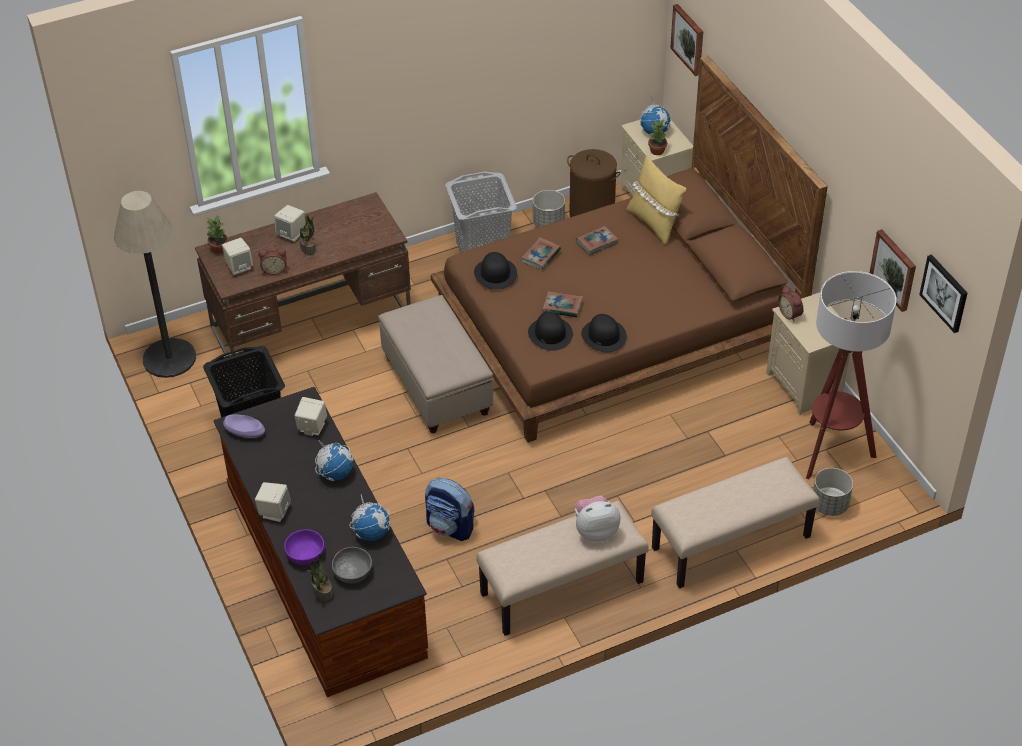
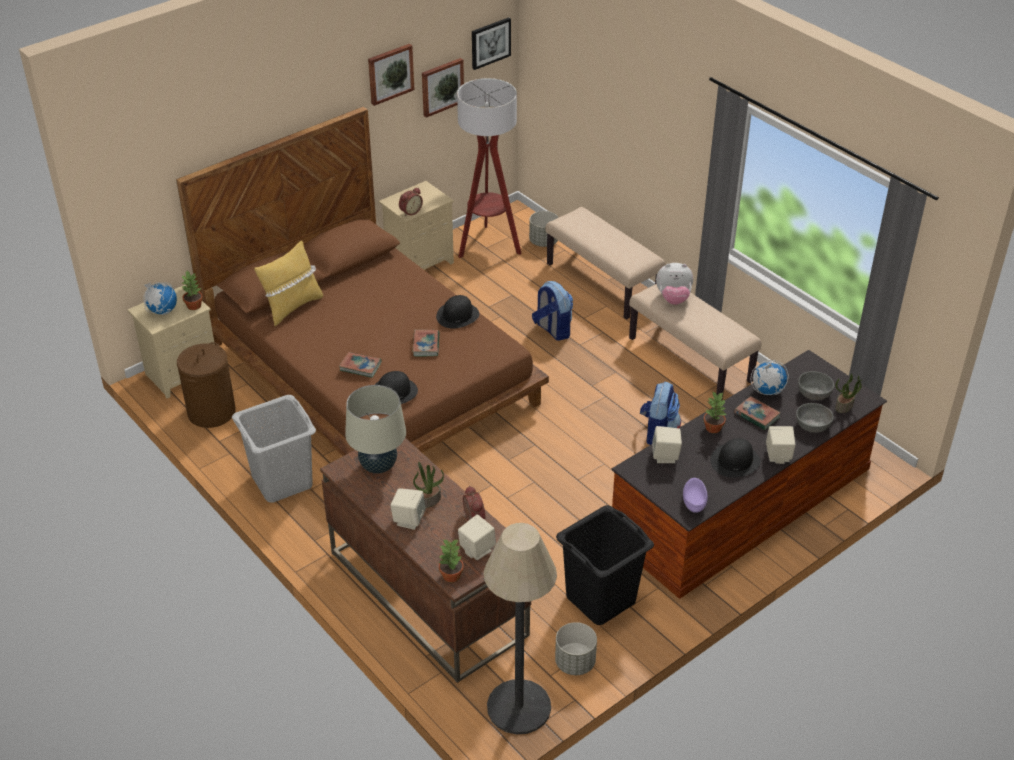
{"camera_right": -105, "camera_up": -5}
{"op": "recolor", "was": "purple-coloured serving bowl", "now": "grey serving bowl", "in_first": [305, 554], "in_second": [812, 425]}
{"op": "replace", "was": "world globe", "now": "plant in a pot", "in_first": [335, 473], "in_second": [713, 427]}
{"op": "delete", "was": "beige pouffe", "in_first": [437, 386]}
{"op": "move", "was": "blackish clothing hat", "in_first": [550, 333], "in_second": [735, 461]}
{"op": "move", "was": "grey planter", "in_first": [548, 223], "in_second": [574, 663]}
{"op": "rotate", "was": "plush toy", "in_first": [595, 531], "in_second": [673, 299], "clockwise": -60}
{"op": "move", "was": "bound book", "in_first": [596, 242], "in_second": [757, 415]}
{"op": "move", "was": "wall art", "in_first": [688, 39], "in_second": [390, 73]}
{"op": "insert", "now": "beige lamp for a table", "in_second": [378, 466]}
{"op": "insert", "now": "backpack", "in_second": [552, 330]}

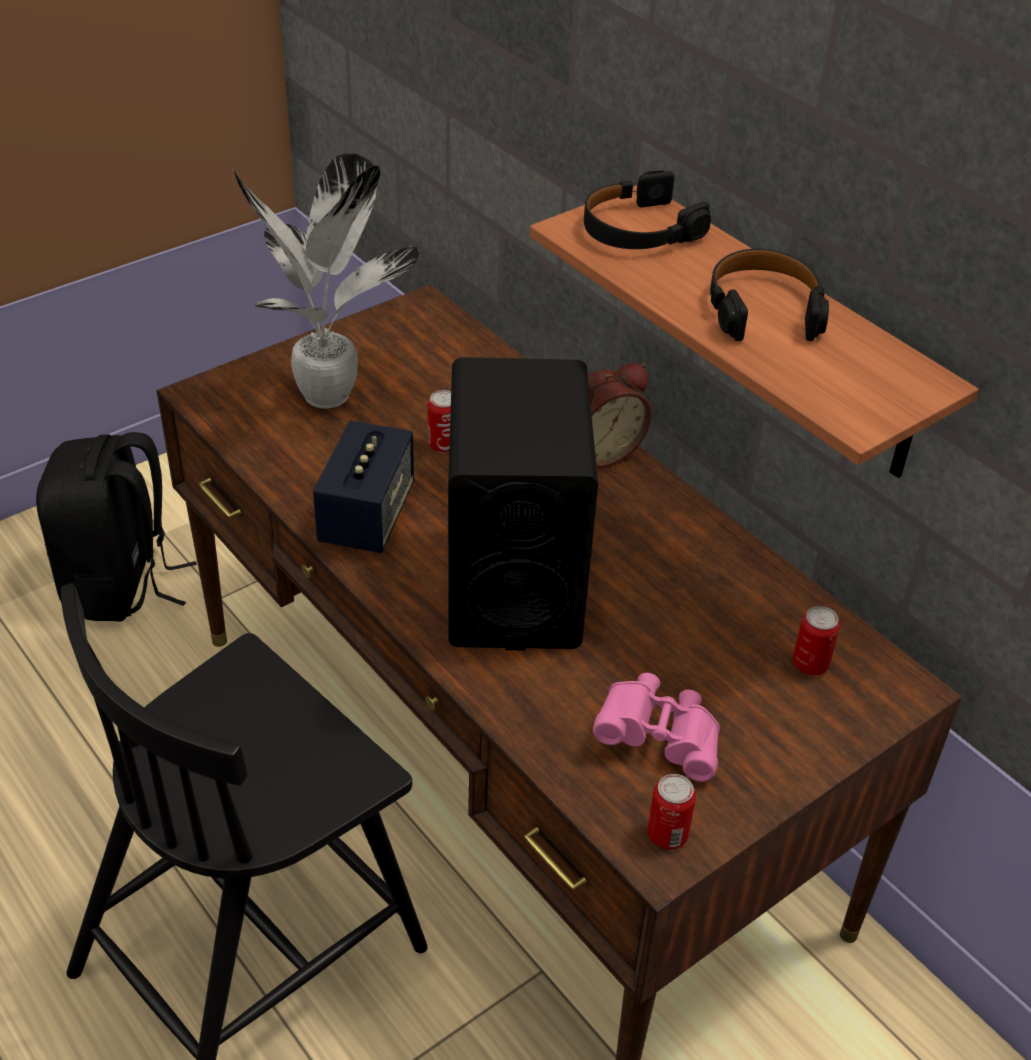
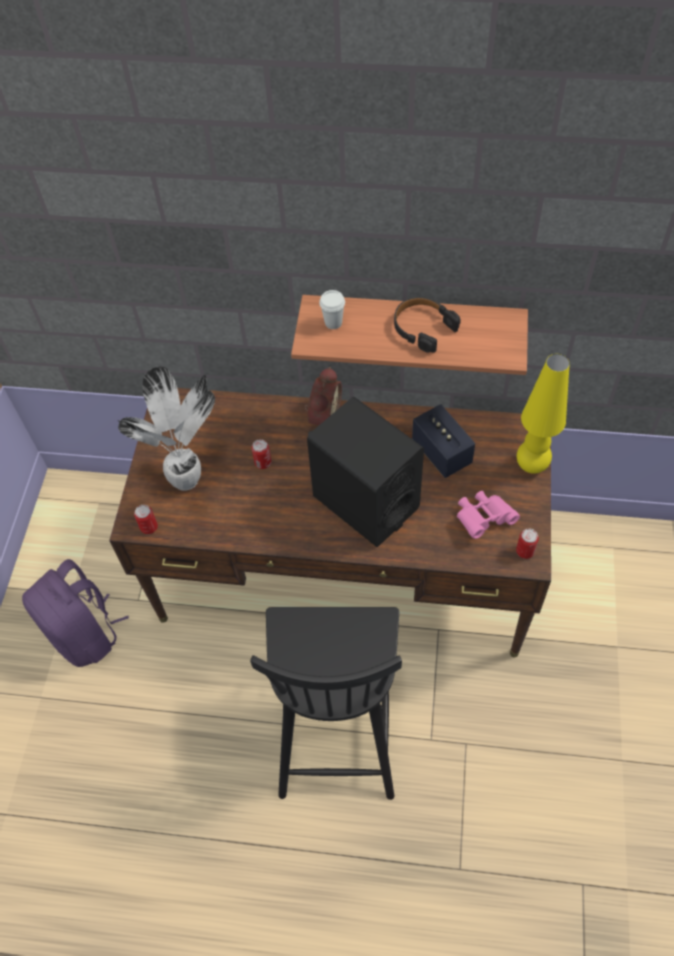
{"camera_right": -40, "camera_up": 15}
{"op": "recolor", "was": "blackish backpack", "now": "purple-coloured backpack", "in_first": [121, 585], "in_second": [85, 634]}
{"op": "move", "was": "loudspeaker", "in_first": [367, 516], "in_second": [441, 452]}
{"op": "replace", "was": "blackish headphones", "now": "white small cup", "in_first": [639, 229], "in_second": [333, 323]}
{"op": "move", "was": "can", "in_first": [810, 664], "in_second": [149, 527]}
{"op": "insert", "now": "yellow-coloured lamp for a table", "in_second": [531, 466]}

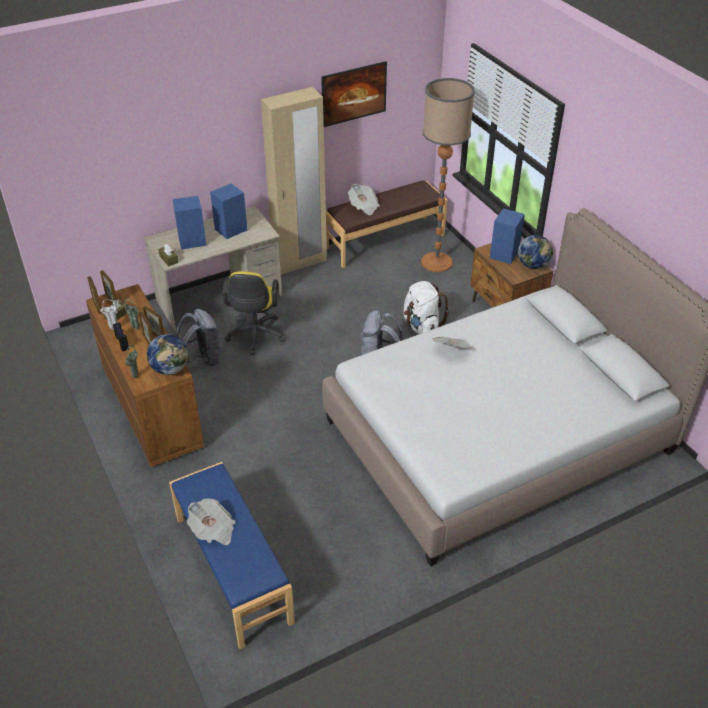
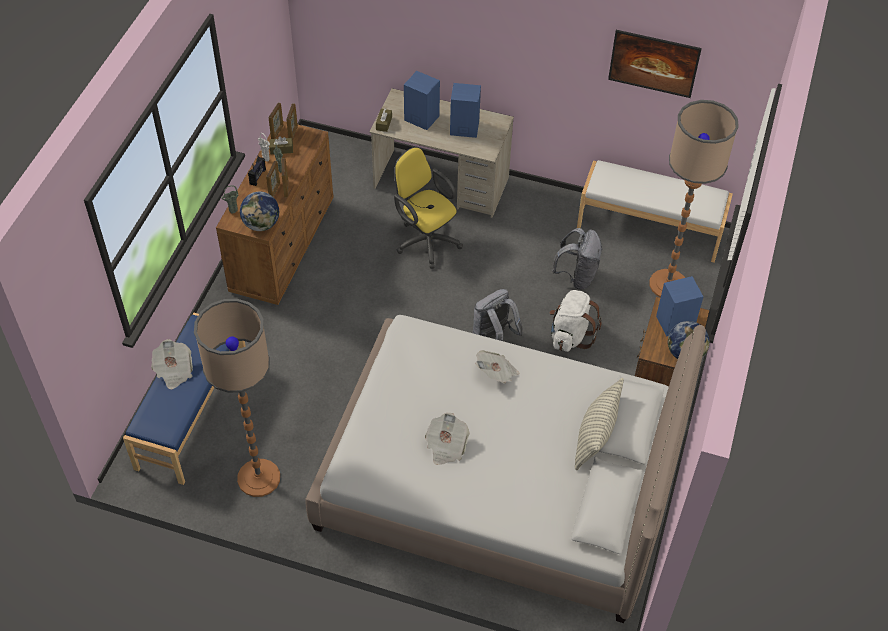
{"camera_right": 45, "camera_up": 10}
{"op": "move", "was": "grey backpack", "in_first": [203, 359], "in_second": [577, 276]}
{"op": "rotate", "was": "yellow-coloured office chair", "in_first": [255, 337], "in_second": [425, 240], "clockwise": 90}
{"op": "delete", "was": "beige wardrobe", "in_first": [300, 262]}
{"op": "recolor", "was": "brown indoor bench", "now": "white indoor bench", "in_first": [384, 241], "in_second": [650, 228]}
{"op": "move", "was": "newspaper", "in_first": [363, 207], "in_second": [446, 446]}
{"op": "insert", "now": "standard lamp", "in_second": [258, 478]}
{"op": "insert", "now": "throw pillow", "in_second": [595, 436]}

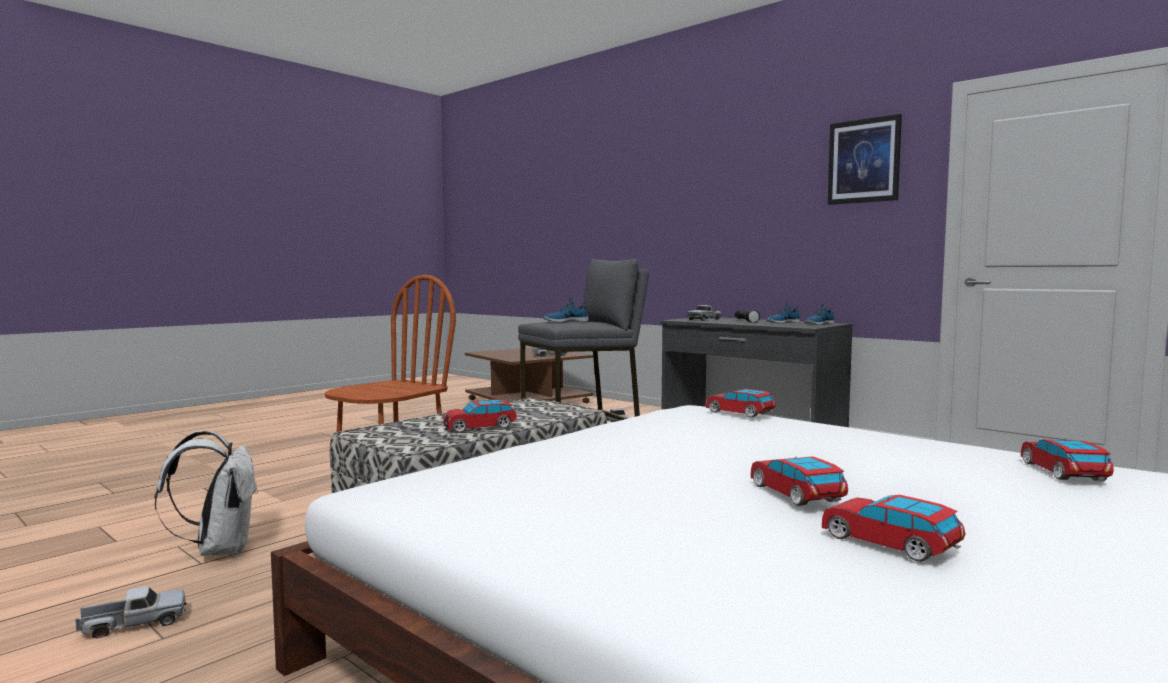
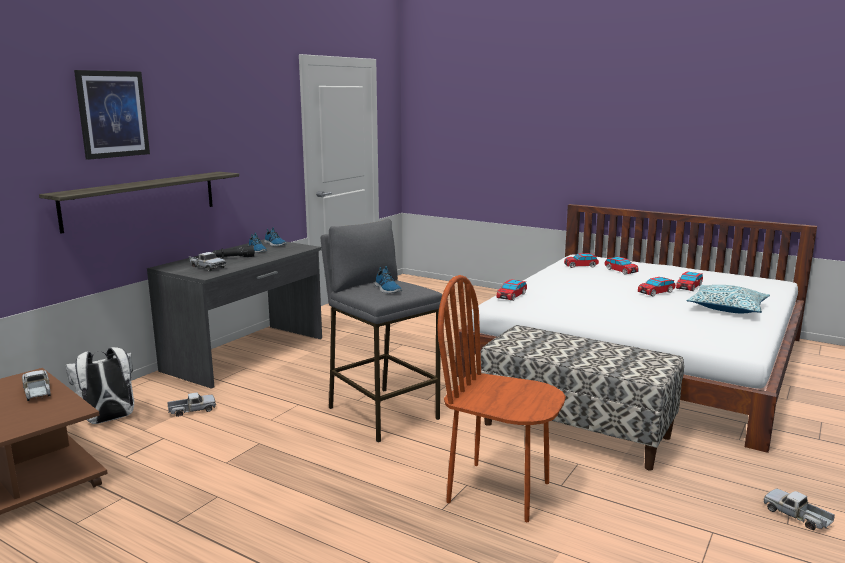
{"camera_right": -100, "camera_up": 10}
{"op": "move", "was": "white backpack", "in_first": [219, 550], "in_second": [108, 420]}
{"op": "move", "was": "toy car", "in_first": [480, 427], "in_second": [620, 271]}
{"op": "move", "was": "wall art", "in_first": [863, 161], "in_second": [113, 114]}
{"op": "insert", "now": "bracket shelf", "in_second": [141, 200]}
{"op": "insert", "now": "throw pillow", "in_second": [727, 308]}

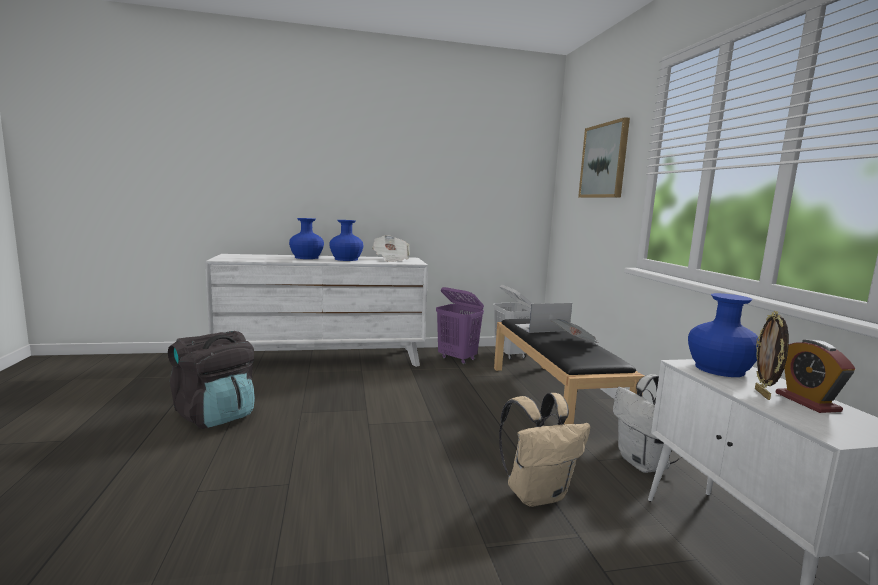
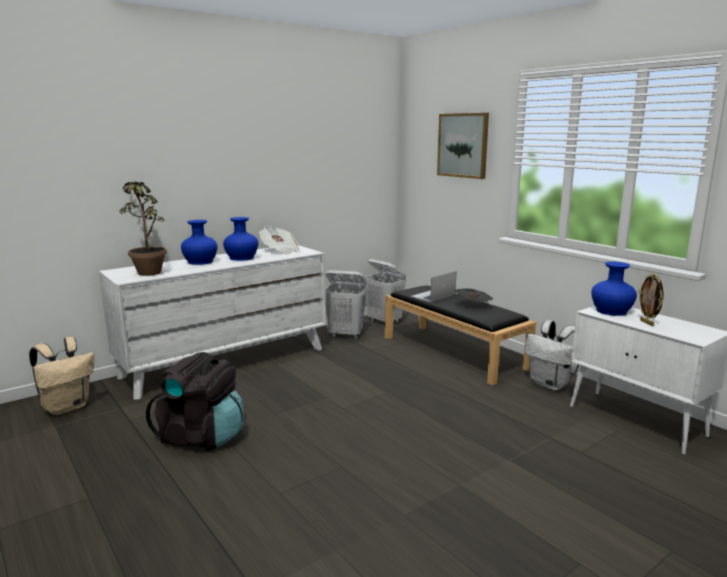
{"camera_right": -25, "camera_up": 5}
{"op": "recolor", "was": "purple-coloured laundry basket", "now": "white laundry basket", "in_first": [457, 359], "in_second": [346, 335]}
{"op": "move", "was": "beige backpack", "in_first": [537, 493], "in_second": [67, 407]}
{"op": "delete", "was": "alarm clock", "in_first": [807, 402]}
{"op": "insert", "now": "plant in a pot", "in_second": [147, 271]}

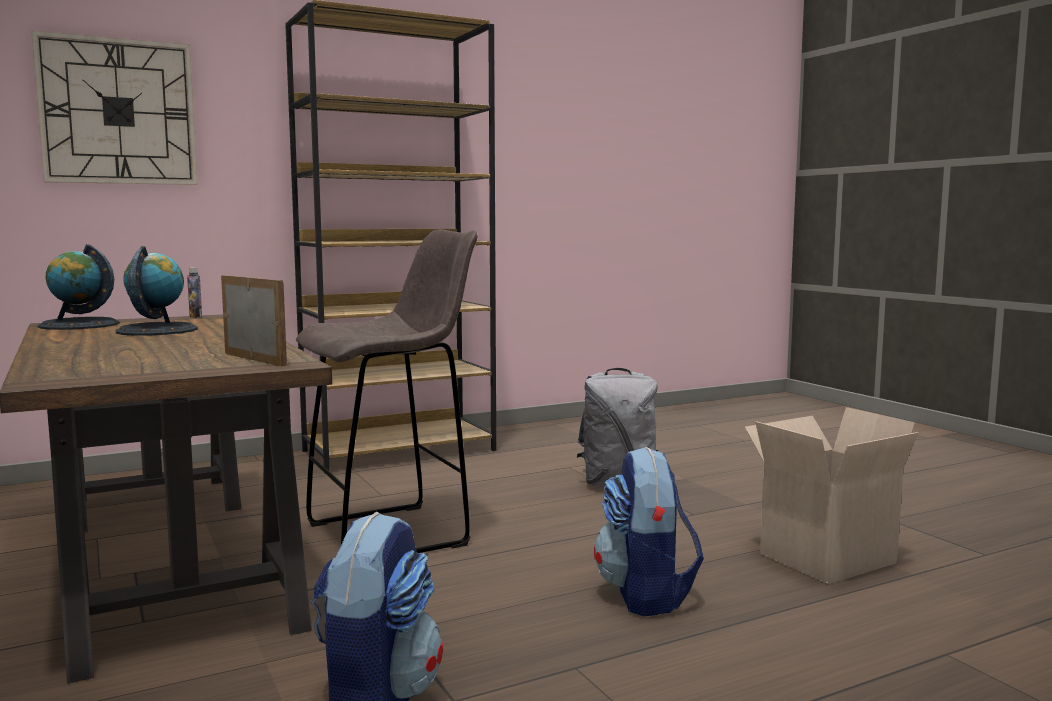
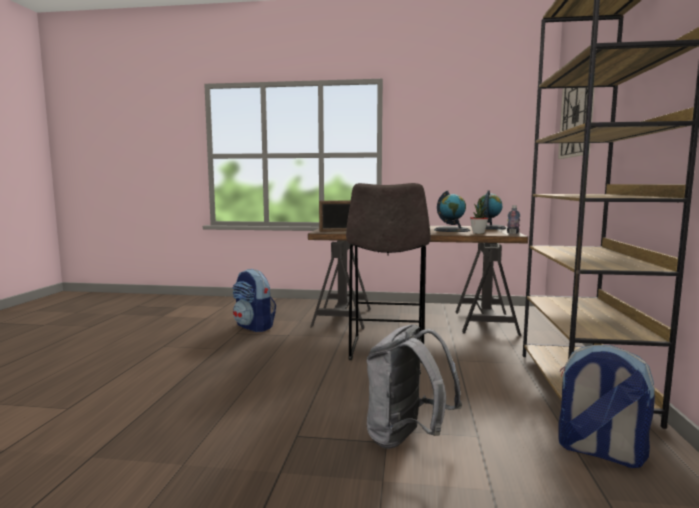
{"camera_right": 125, "camera_up": 0}
{"op": "move", "was": "backpack", "in_first": [646, 595], "in_second": [598, 451]}
{"op": "delete", "was": "cardboard box", "in_first": [825, 556]}
{"op": "insert", "now": "plant in a pot", "in_second": [478, 233]}

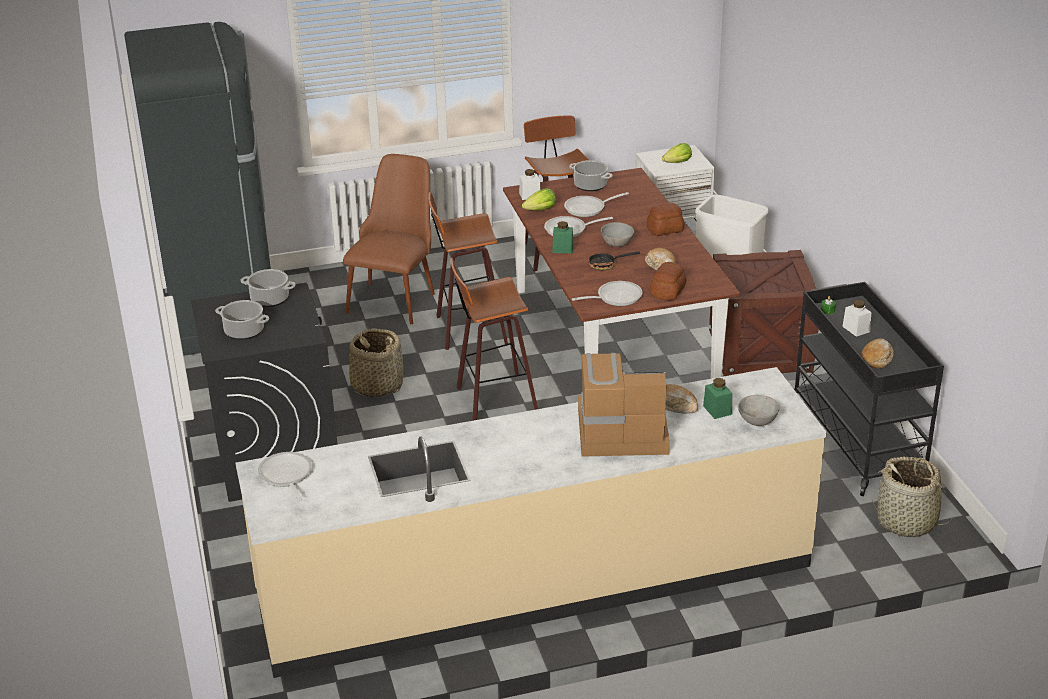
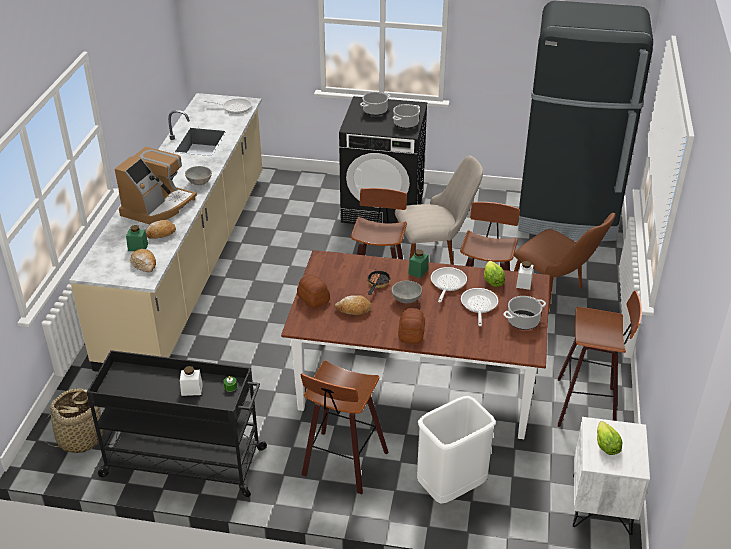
{"camera_right": 115, "camera_up": 5}
{"op": "replace", "was": "basket", "now": "beige plain chair", "in_first": [377, 385], "in_second": [434, 258]}
{"op": "delete", "was": "pan", "in_first": [615, 297]}
{"op": "replace", "was": "shipping crate", "now": "stool", "in_first": [760, 350], "in_second": [342, 465]}
{"op": "move", "was": "grey serving bowl", "in_first": [756, 421], "in_second": [199, 182]}
{"op": "move", "was": "bread", "in_first": [877, 358], "in_second": [144, 264]}

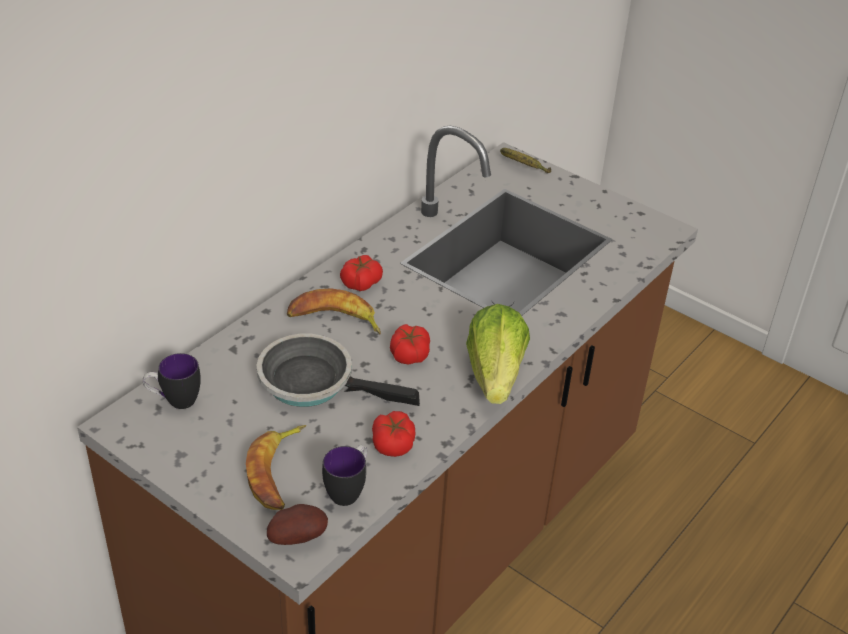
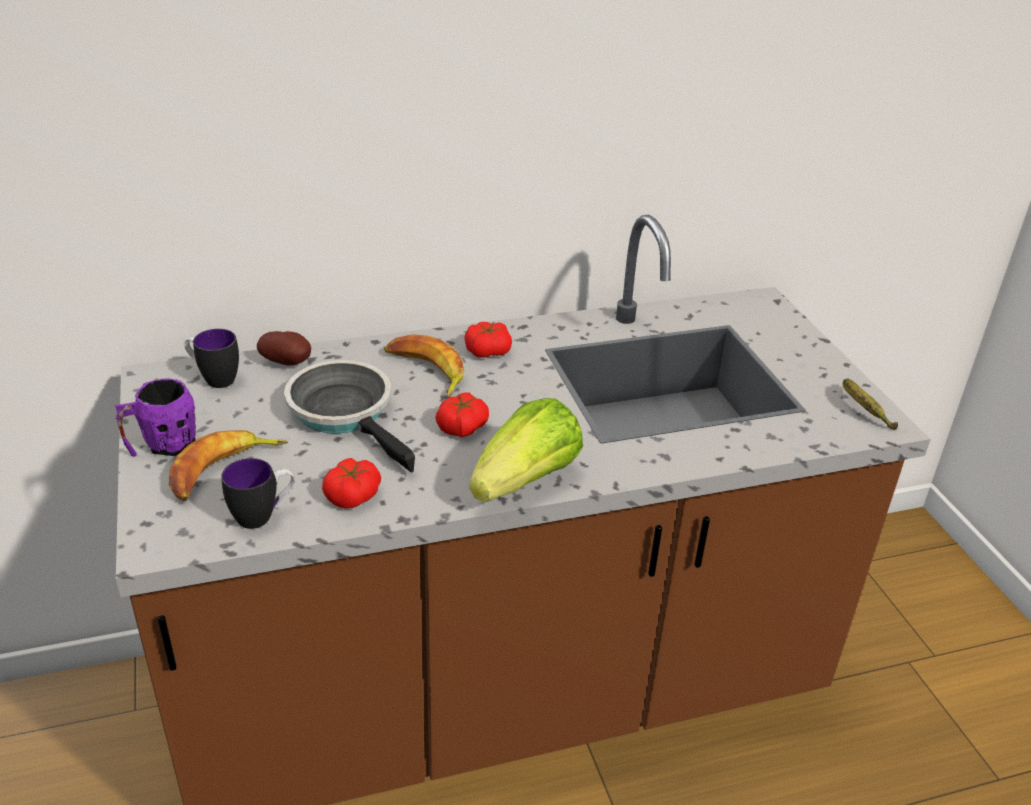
{"camera_right": 35, "camera_up": -5}
{"op": "move", "was": "spud", "in_first": [297, 536], "in_second": [288, 363]}
{"op": "move", "was": "banana fruit", "in_first": [522, 167], "in_second": [862, 410]}
{"op": "insert", "now": "purple-coloured tea mug", "in_second": [162, 445]}

